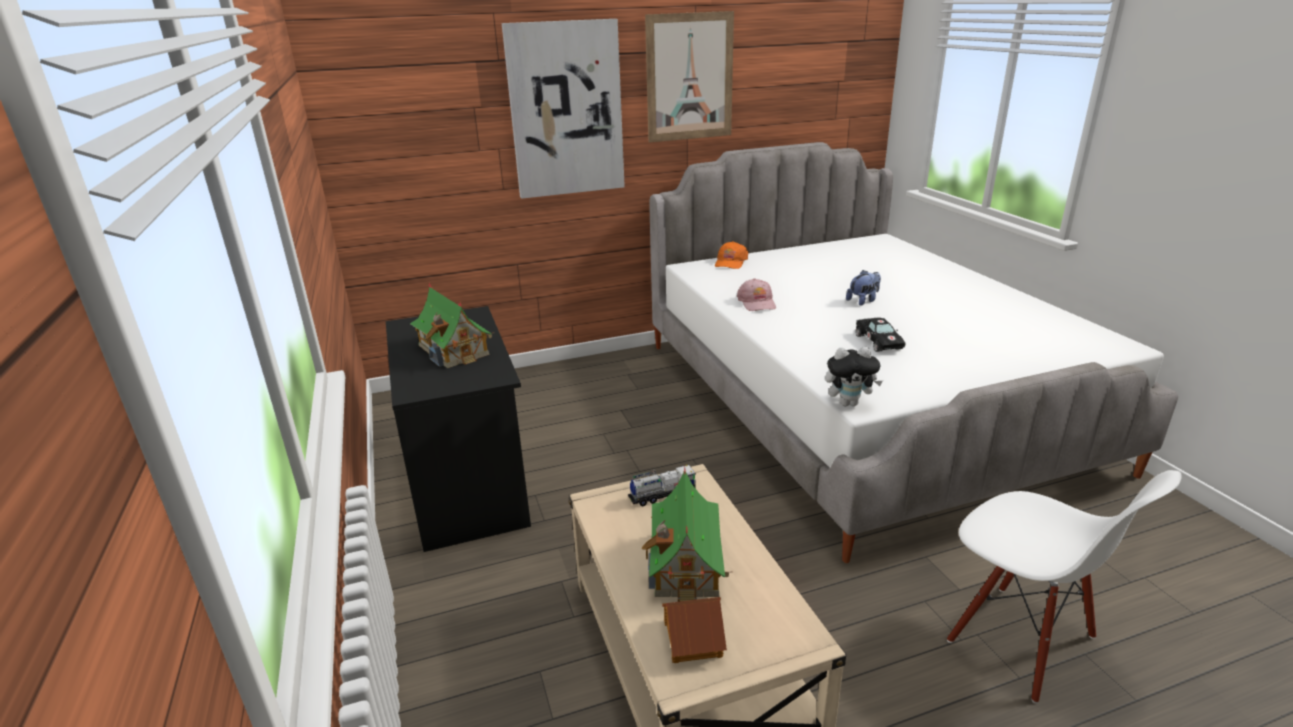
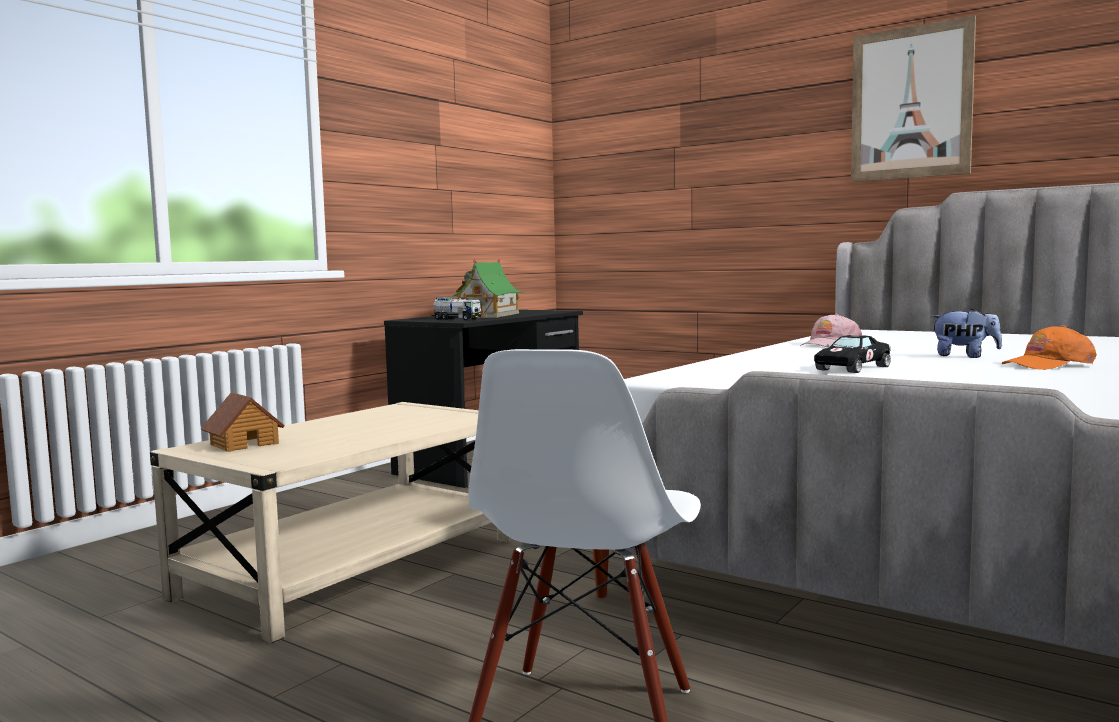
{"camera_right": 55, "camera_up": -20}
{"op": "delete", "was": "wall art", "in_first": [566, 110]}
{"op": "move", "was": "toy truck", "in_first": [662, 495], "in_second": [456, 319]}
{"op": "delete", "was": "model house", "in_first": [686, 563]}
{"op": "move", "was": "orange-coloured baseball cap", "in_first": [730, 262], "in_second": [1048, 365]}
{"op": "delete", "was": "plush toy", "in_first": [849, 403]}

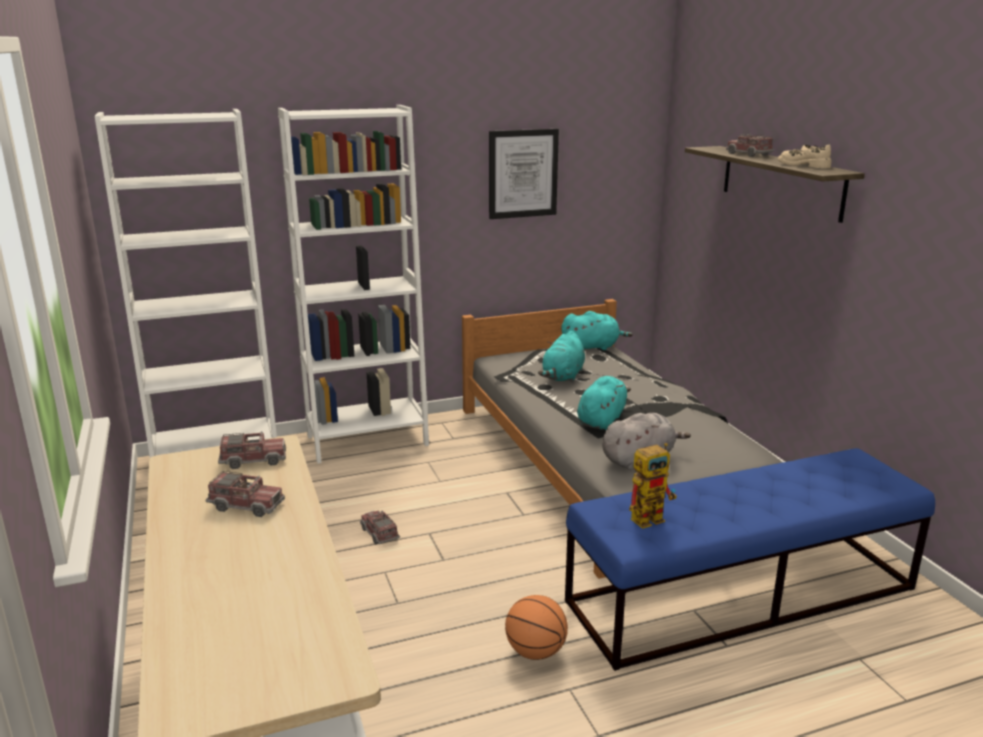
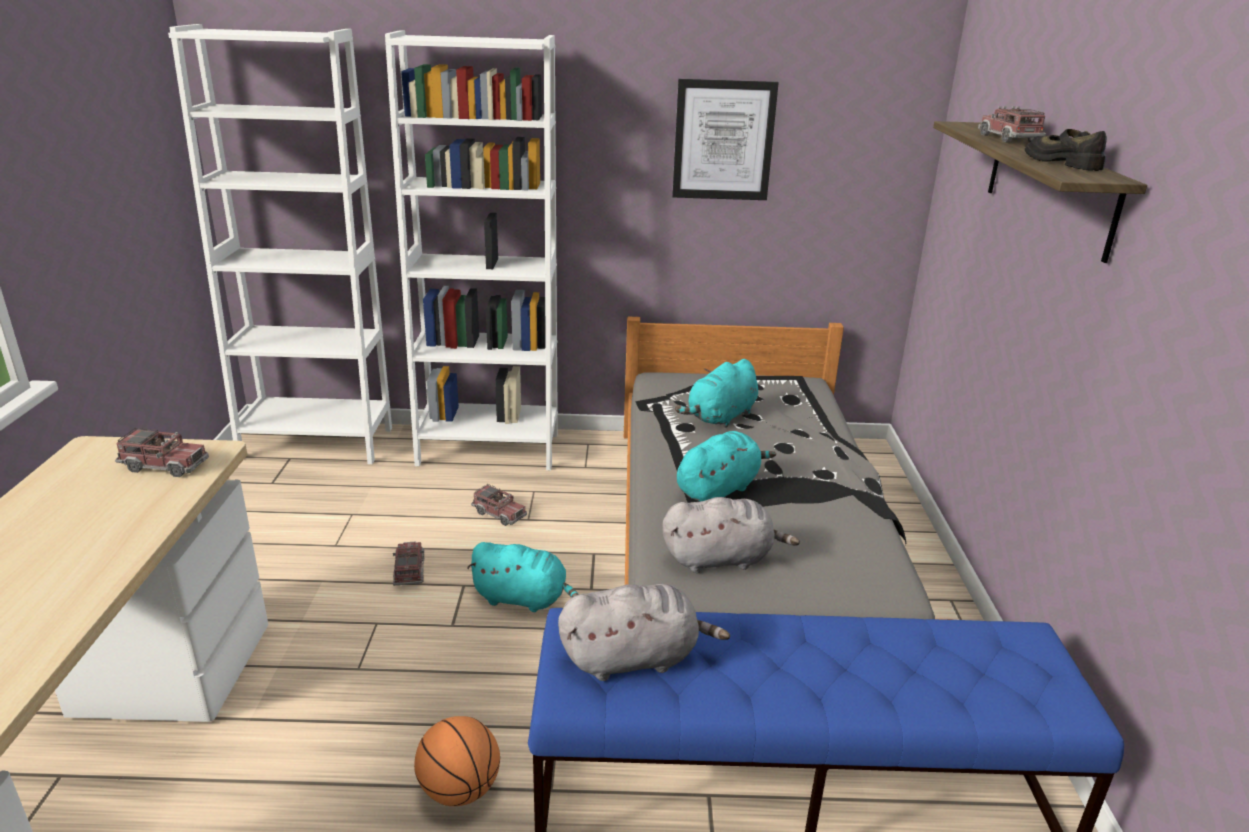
{"camera_right": 20, "camera_up": 5}
{"op": "move", "was": "toy truck", "in_first": [246, 505], "in_second": [499, 514]}
{"op": "move", "was": "turquoise-coloured plush toy", "in_first": [592, 347], "in_second": [524, 598]}
{"op": "replace", "was": "robot figure", "now": "grey plush toy", "in_first": [651, 517], "in_second": [635, 658]}
{"op": "recolor", "was": "beige item of footwear", "now": "blackish item of footwear", "in_first": [804, 165], "in_second": [1063, 162]}

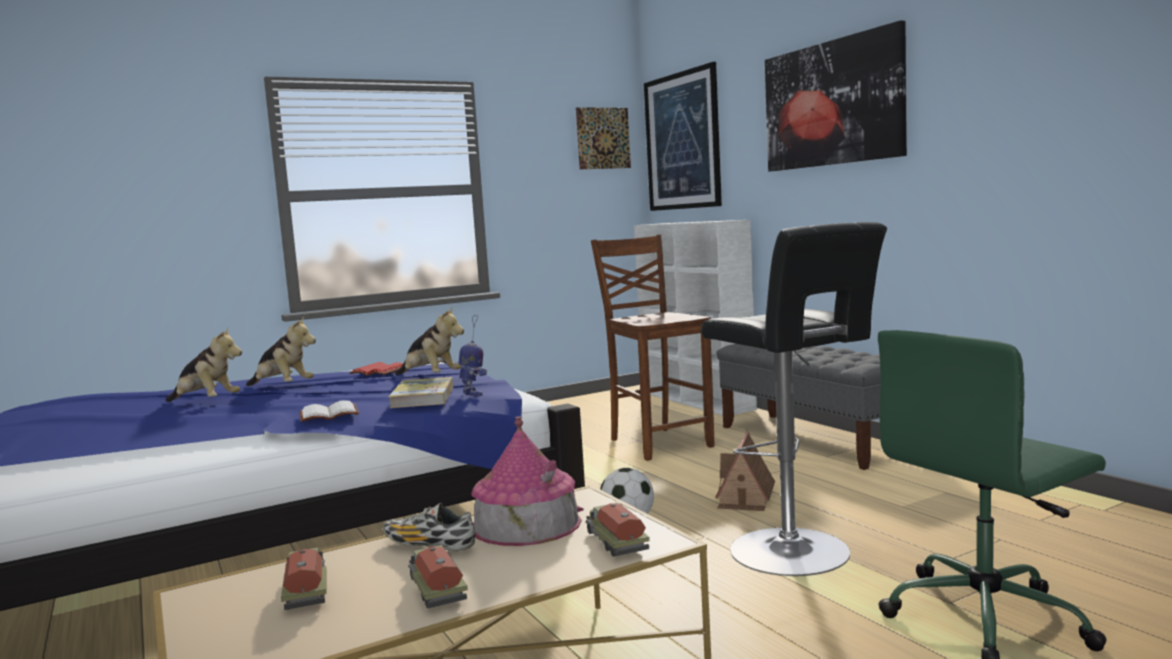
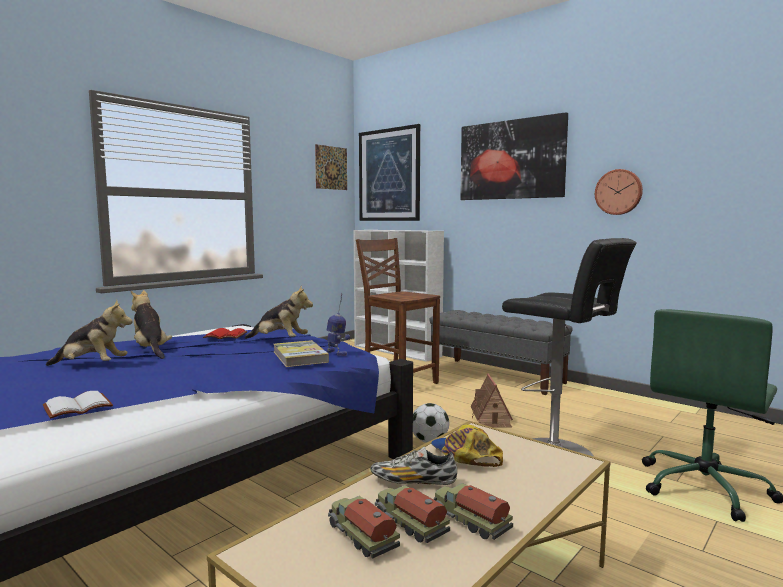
{"camera_right": -20, "camera_up": 0}
{"op": "rotate", "was": "plush toy", "in_first": [282, 387], "in_second": [151, 350], "clockwise": -135}
{"op": "move", "was": "white bound book", "in_first": [328, 415], "in_second": [77, 408]}
{"op": "replace", "was": "model house", "now": "baseball cap", "in_first": [526, 523], "in_second": [464, 456]}
{"op": "move", "was": "toy truck", "in_first": [615, 542], "in_second": [409, 523]}
{"op": "insert", "now": "clock on the wall", "in_second": [619, 192]}

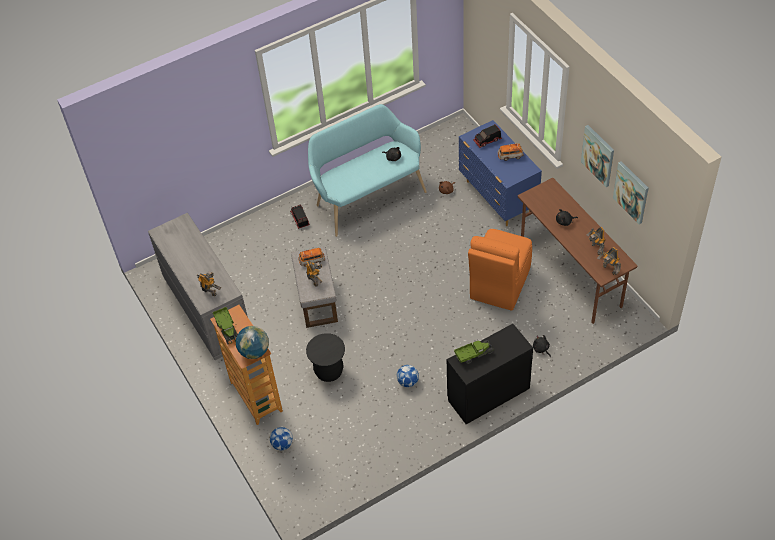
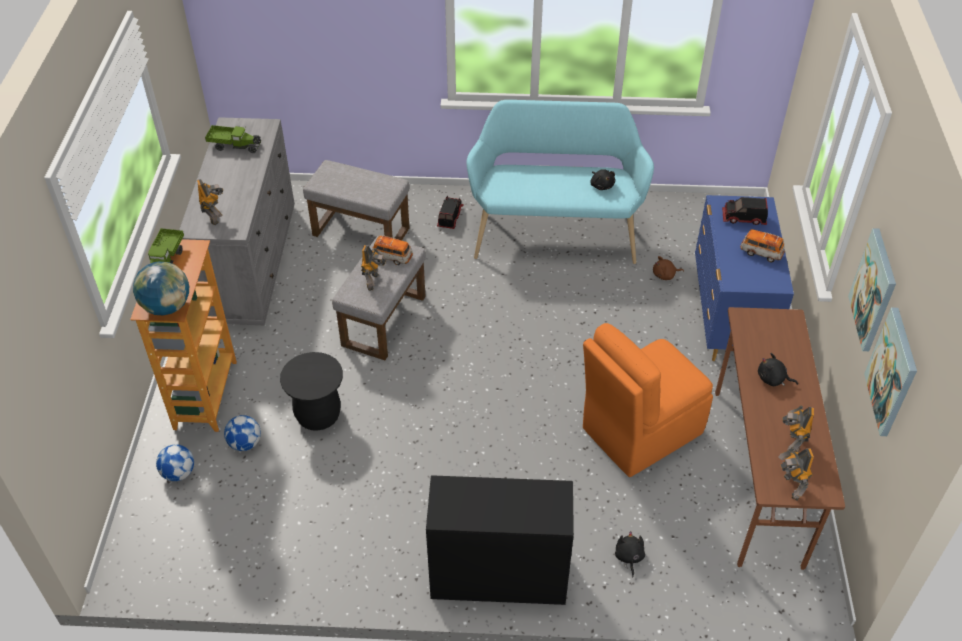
{"camera_right": 30, "camera_up": -5}
{"op": "move", "was": "football", "in_first": [408, 382], "in_second": [245, 443]}
{"op": "move", "was": "toy truck", "in_first": [473, 354], "in_second": [234, 145]}
{"op": "insert", "now": "grey pouffe", "in_second": [362, 231]}

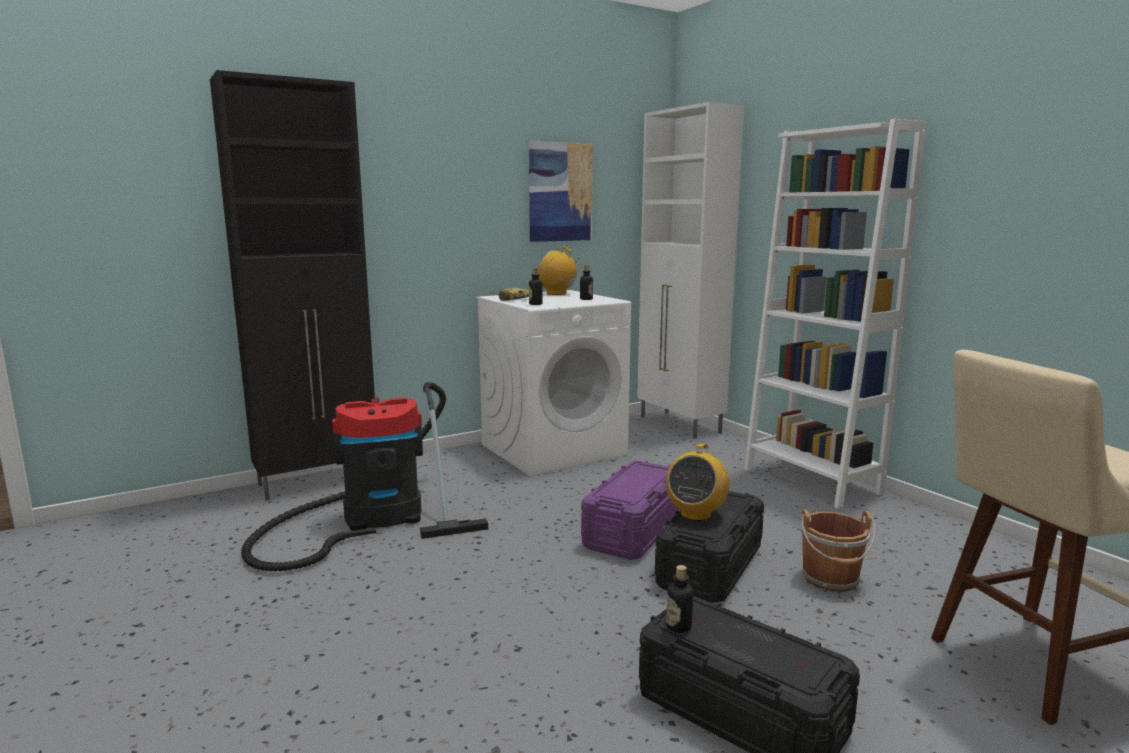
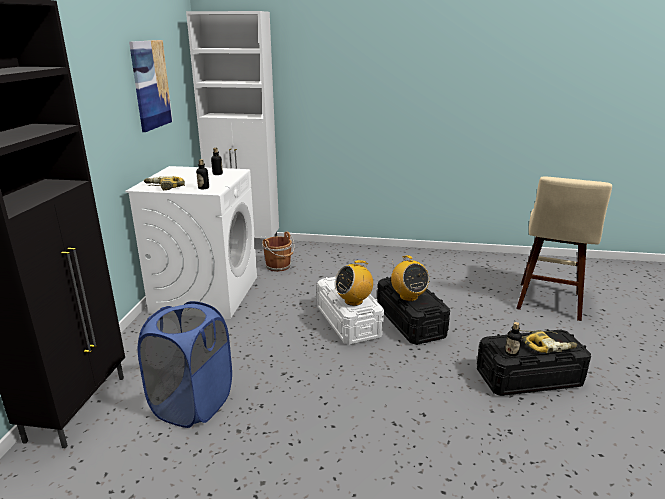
{"camera_right": -50, "camera_up": 10}
{"op": "replace", "was": "vacuum cleaner", "now": "bluish laundry basket", "in_first": [374, 518], "in_second": [192, 404]}
{"op": "move", "was": "radio", "in_first": [557, 293], "in_second": [354, 301]}
{"op": "recolor", "was": "purple-coloured storage container", "now": "white storage container", "in_first": [634, 530], "in_second": [348, 322]}
{"op": "delete", "was": "white bookshelf", "in_first": [811, 480]}
{"op": "move", "was": "brown bucket", "in_first": [831, 580], "in_second": [279, 266]}
{"op": "insert", "now": "drill", "in_second": [545, 345]}

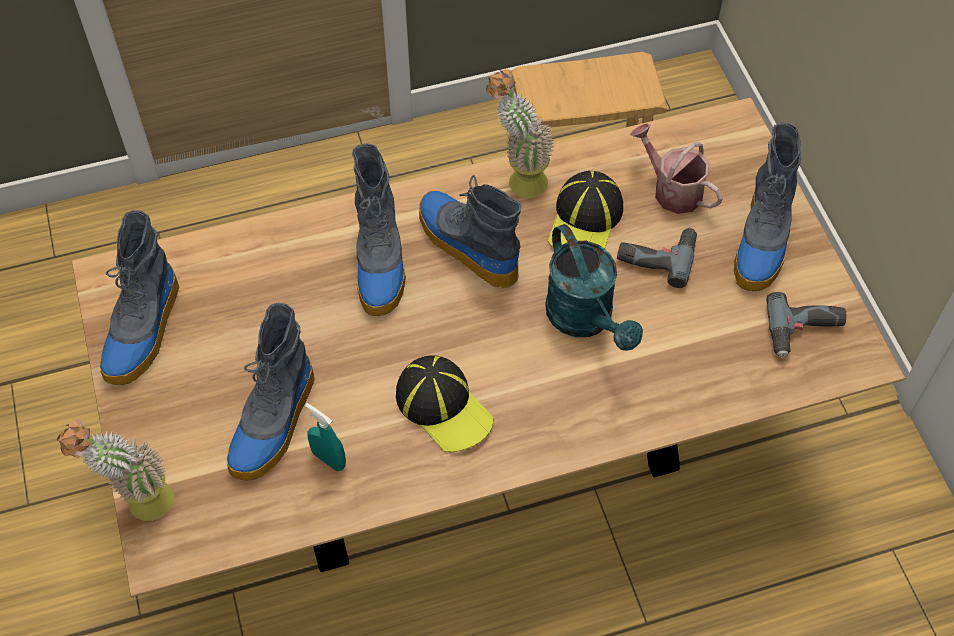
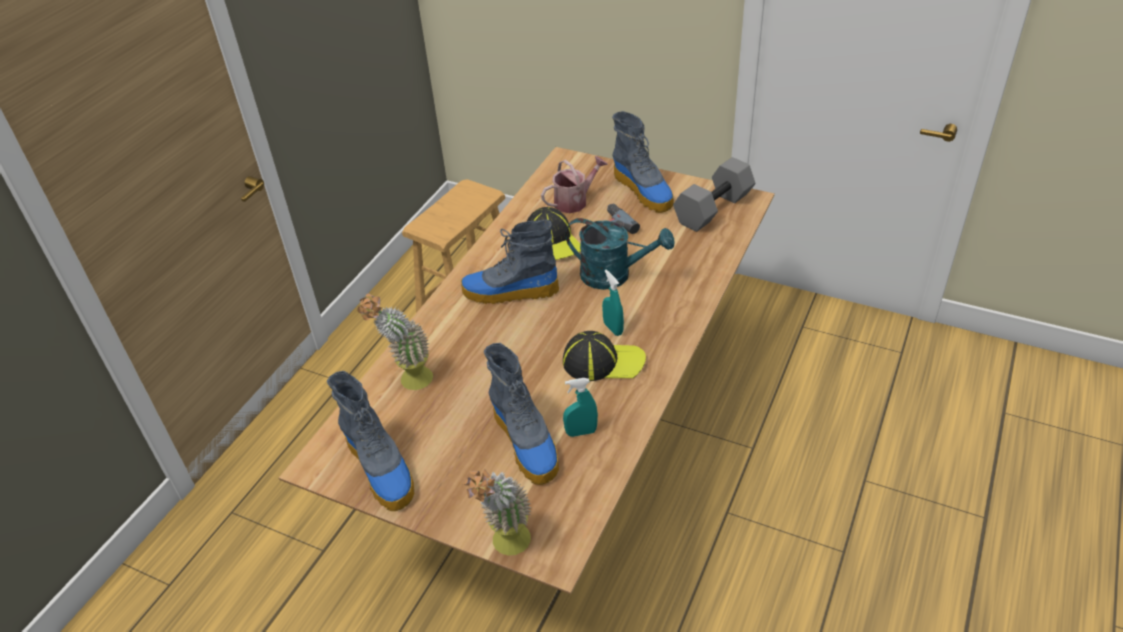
{"camera_right": -45, "camera_up": -15}
{"op": "delete", "was": "high-top boot", "in_first": [380, 263]}
{"op": "move", "was": "plant in a pot", "in_first": [518, 179], "in_second": [408, 381]}
{"op": "rotate", "was": "sprinkling can", "in_first": [672, 189], "in_second": [574, 201], "clockwise": 150}
{"op": "replace", "was": "drill", "now": "grey hand weight", "in_first": [805, 332], "in_second": [713, 208]}
{"op": "insert", "now": "turquoise-coloured sprayer", "in_second": [613, 328]}

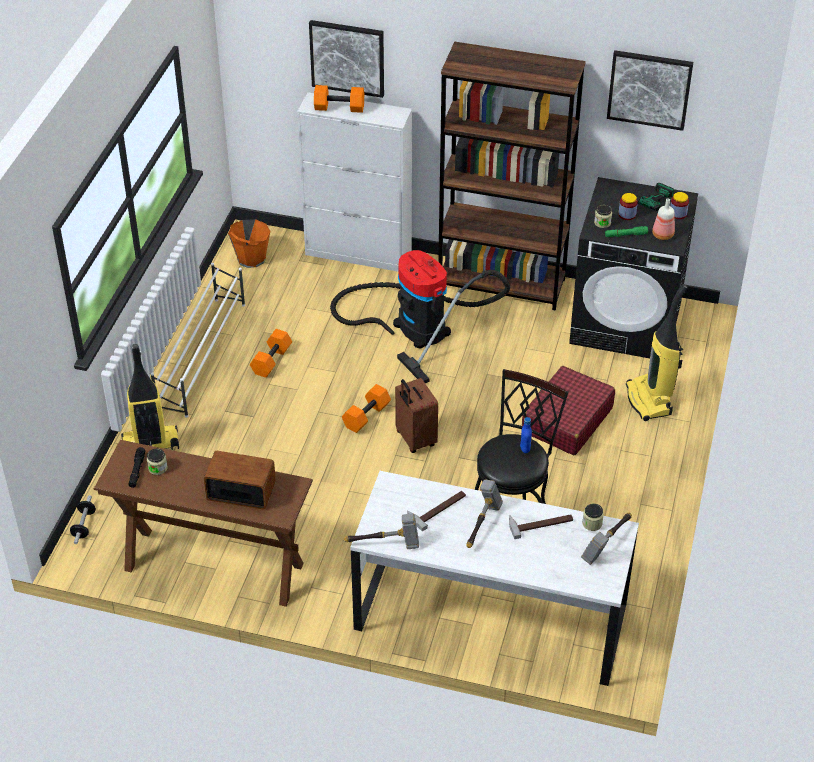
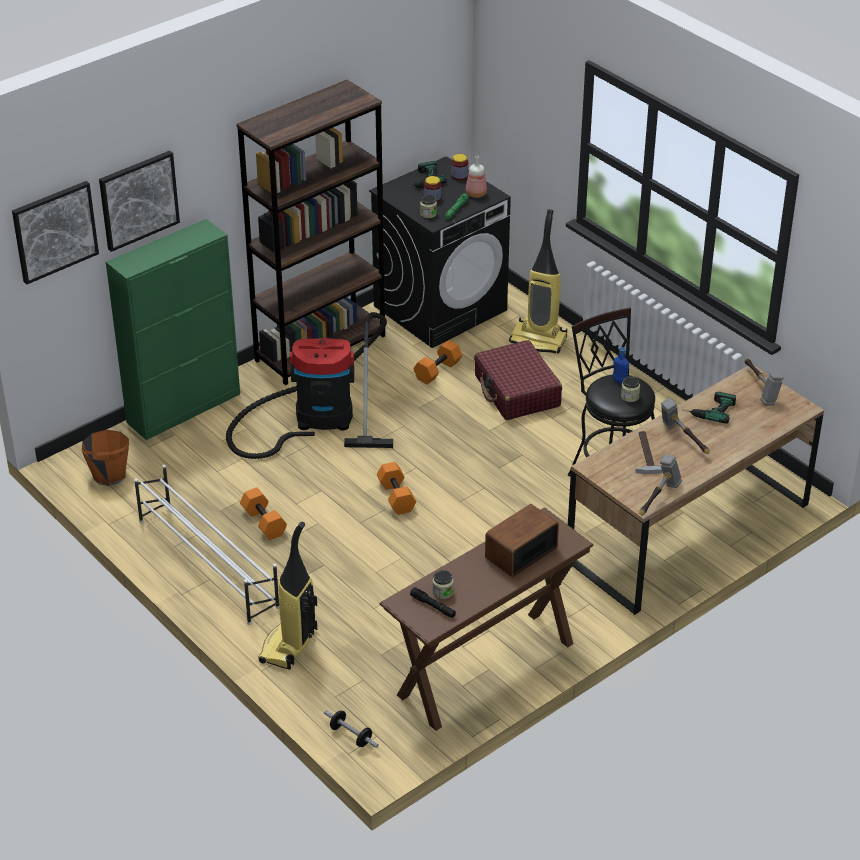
{"camera_right": -55, "camera_up": -5}
{"op": "recolor", "was": "white cupboard", "now": "green-coloured cupboard", "in_first": [359, 254], "in_second": [184, 408]}
{"op": "move", "was": "orange-coloured hand weight", "in_first": [338, 108], "in_second": [438, 371]}
{"op": "recolor", "was": "white desk", "now": "brown desk", "in_first": [490, 617], "in_second": [688, 532]}
{"op": "delete", "was": "brown travel case", "in_first": [414, 439]}
{"op": "replace", "was": "tool hammer", "now": "drill", "in_first": [540, 523], "in_second": [708, 409]}
{"op": "move", "was": "storage jar", "in_first": [592, 523], "in_second": [630, 396]}
{"op": "move", "was": "wall art", "in_first": [649, 89], "in_second": [54, 231]}

